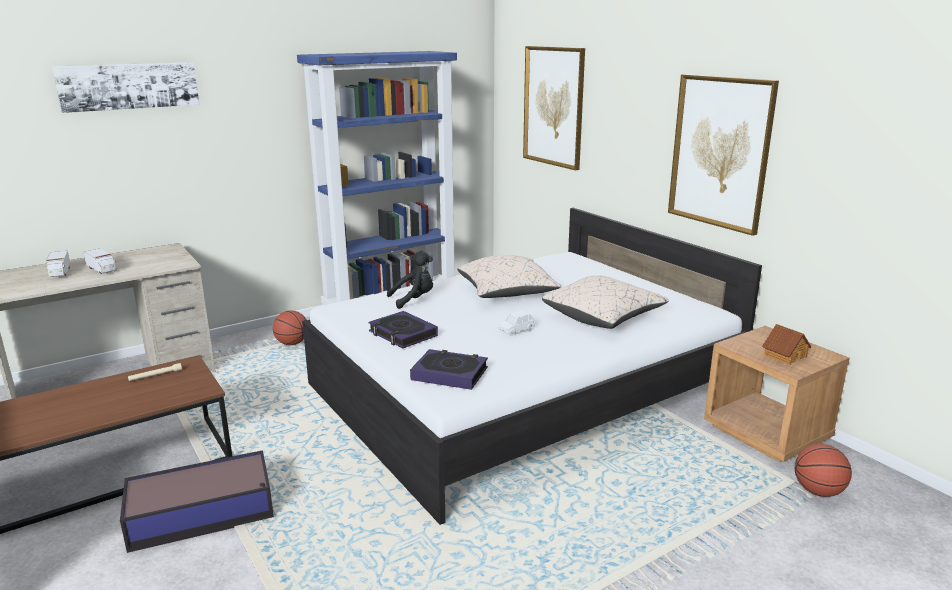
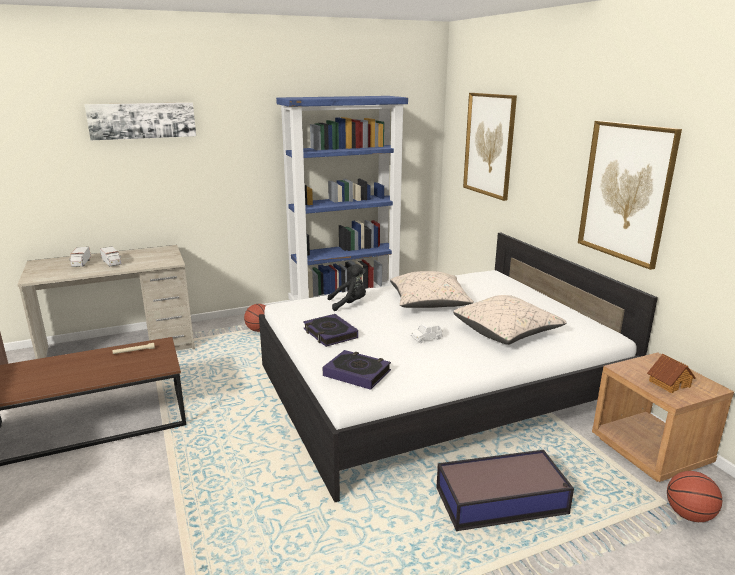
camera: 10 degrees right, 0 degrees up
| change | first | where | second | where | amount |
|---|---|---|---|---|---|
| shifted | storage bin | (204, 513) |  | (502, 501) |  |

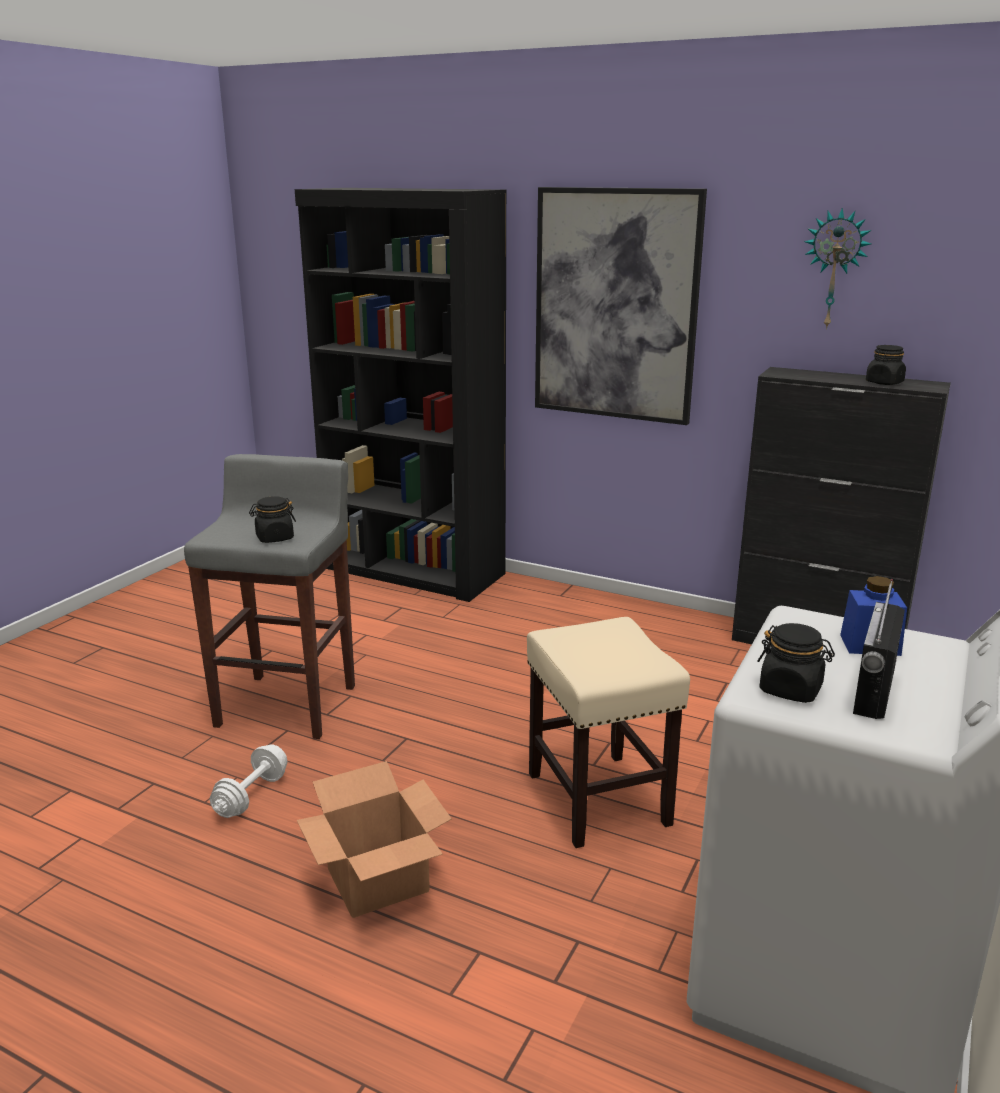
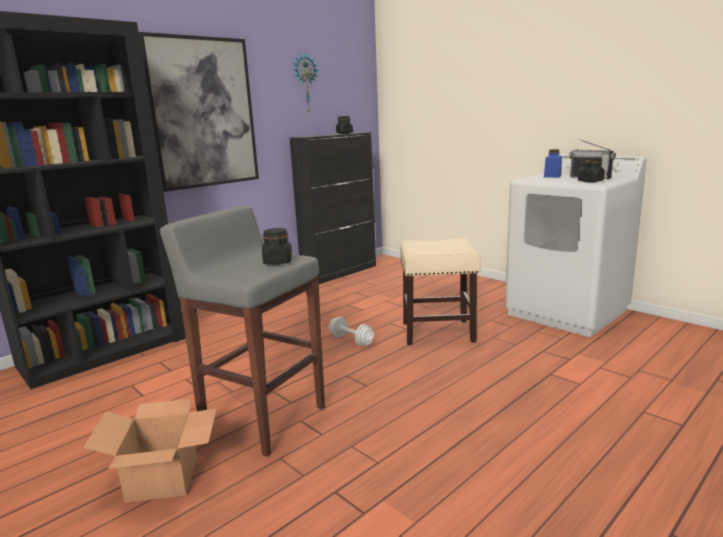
camera: 70 degrees left, 5 degrees down
| change | first | where | second | where | amount |
|---|---|---|---|---|---|
| shifted | white-coloured hand weight | (251, 796) |  | (351, 340) |  |
| shifted | packing box | (379, 879) |  | (162, 477) |  |

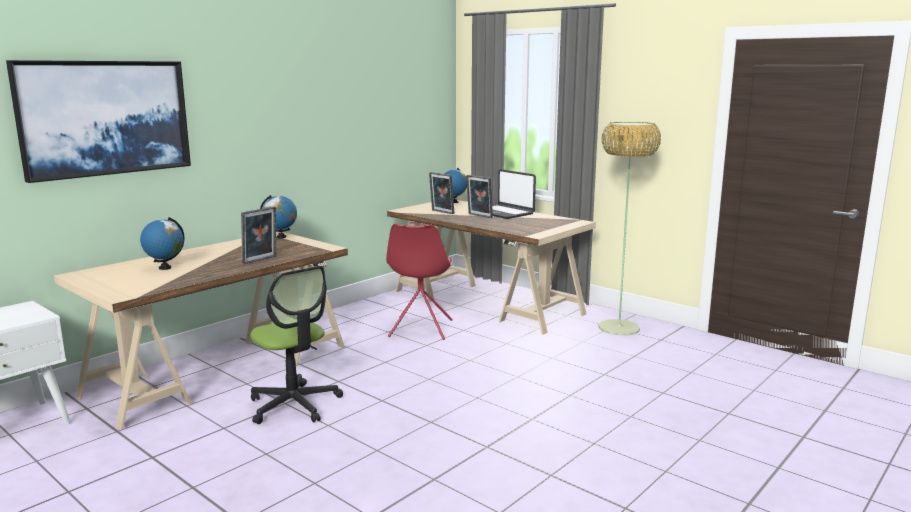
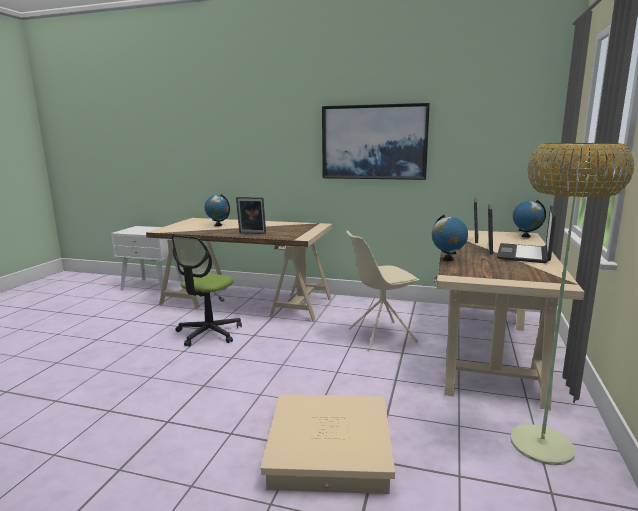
camera: 65 degrees right, 0 degrees up
| change | first | where | second | where | amount |
|---|---|---|---|---|---|
| new |  |  | beige-coloured storage bin | (330, 450) |  |
| shifted | wall picture | (105, 118) |  | (374, 142) |  |
| shifted | desk globe | (281, 237) |  | (447, 259) |  |
| repainted | reddish plain chair | (420, 329) | beige-coloured plain chair | (380, 335) |  |

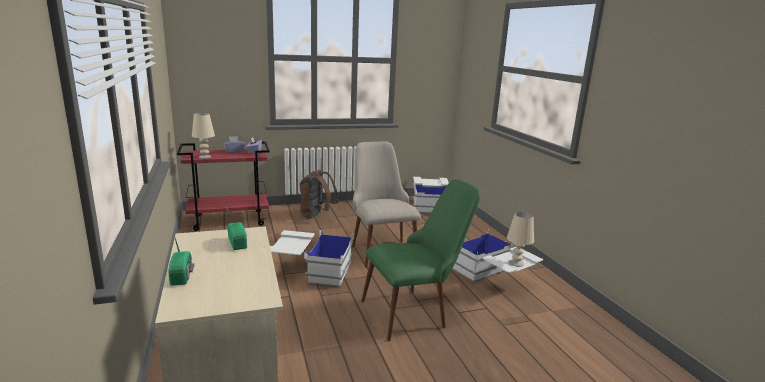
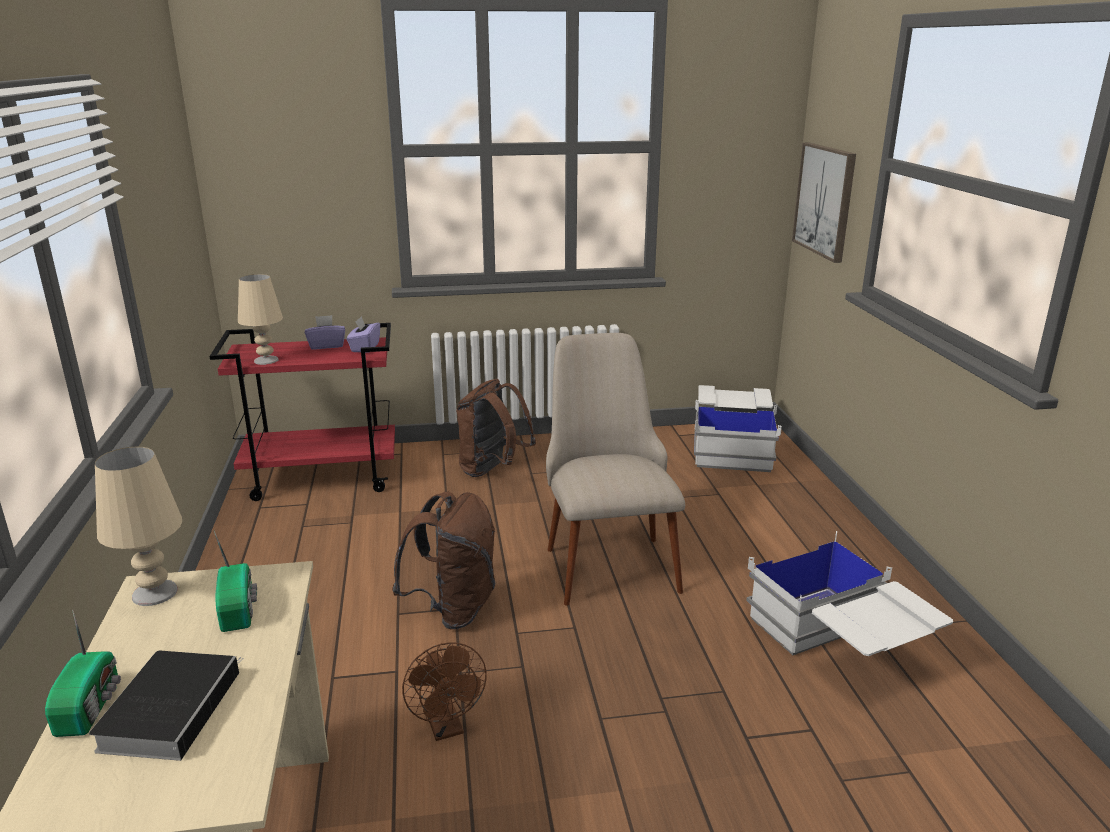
camera: 10 degrees right, 5 degrees up
| change | first | where | second | where | amount |
|---|---|---|---|---|---|
| gone | greenish plain chair | (415, 311) |  |  |  |
| new |  |  | volume | (171, 707) |  |
| new |  |  | brownish electric fan | (446, 727) |  |
| new |  |  | wall picture | (825, 200) |  |
| shifted | beige-coloured lamp for a table | (516, 263) |  | (154, 593) |  |
| swapped | white-coloured storage bin | (311, 271) | brownish knapsack | (453, 609) |  |

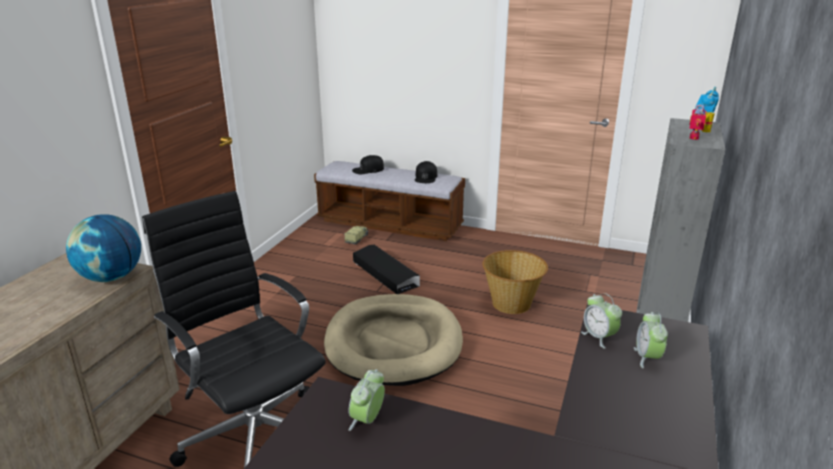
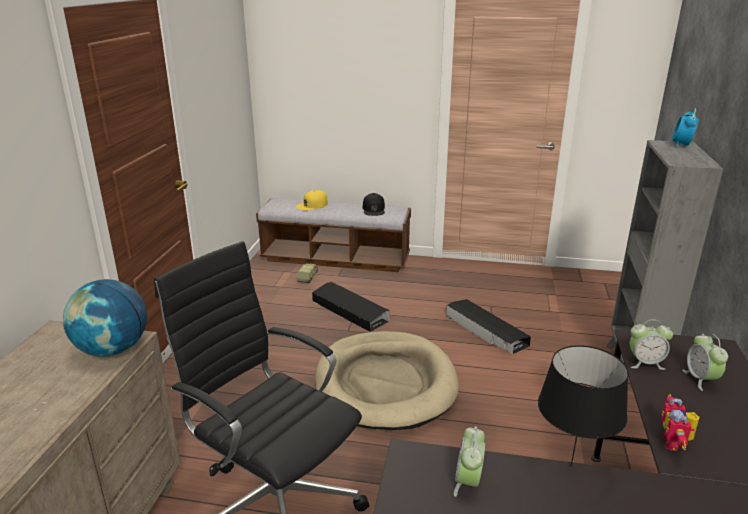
camera: 10 degrees left, 0 degrees up
| change | first | where | second | where | amount |
|---|---|---|---|---|---|
| new |  |  | black-coloured lamp for a table | (571, 466) |  |
| shifted | robot figure | (698, 137) |  | (675, 443) |  |
| swapped | household basket | (512, 304) | black-coloured storage bin | (486, 331) |  |
| repainted | black-coloured baseball cap | (368, 169) | yellow baseball cap | (312, 205) |  |
| rotated | table clock | (599, 337) |  | (645, 363) | 45 degrees counterclockwise |

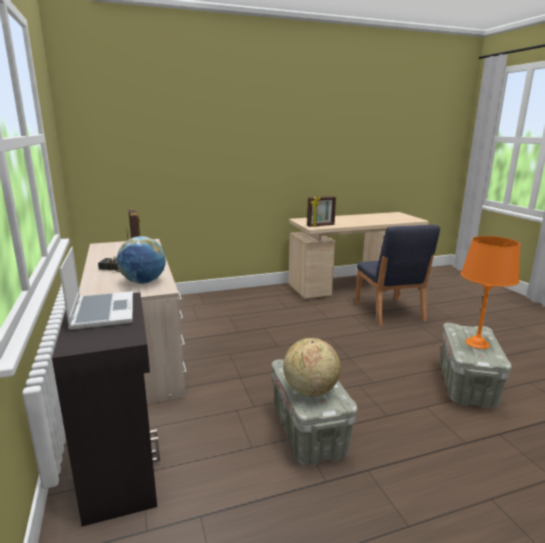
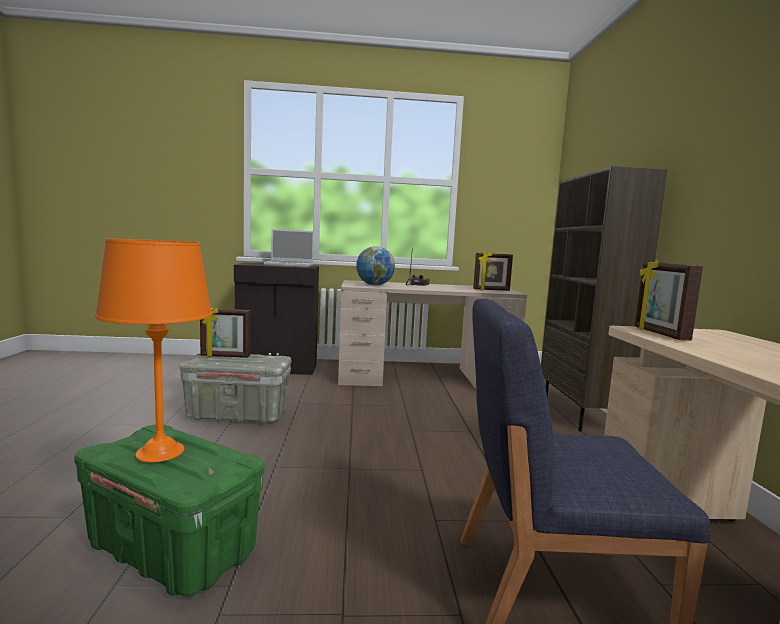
camera: 105 degrees right, 10 degrees down
| change | first | where | second | where | amount |
|---|---|---|---|---|---|
| new |  |  | brownish bookcase | (580, 415) |  |
| swapped | desk globe | (310, 390) | photo frame | (225, 356) |  |
| repainted | greyish storage bin | (467, 386) | greenish storage bin | (170, 549) |  |

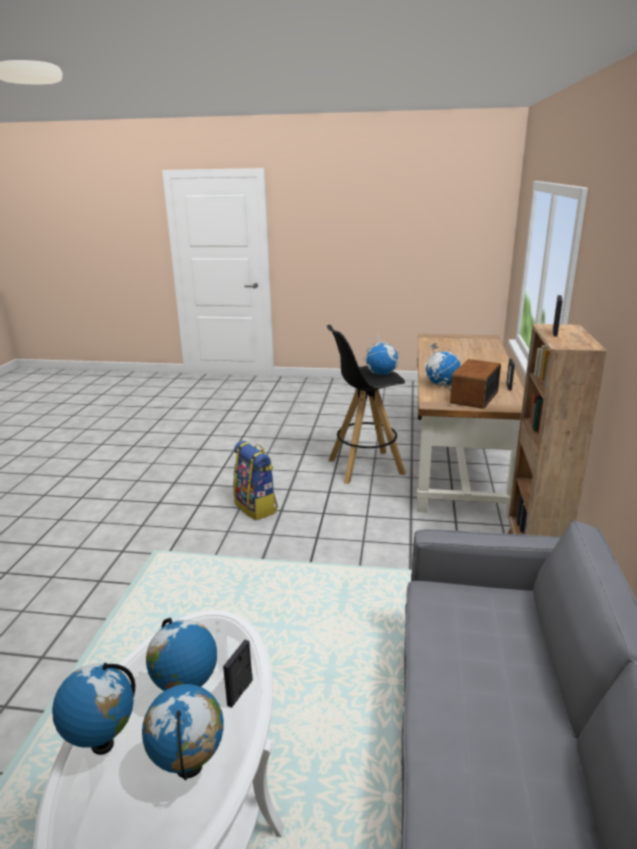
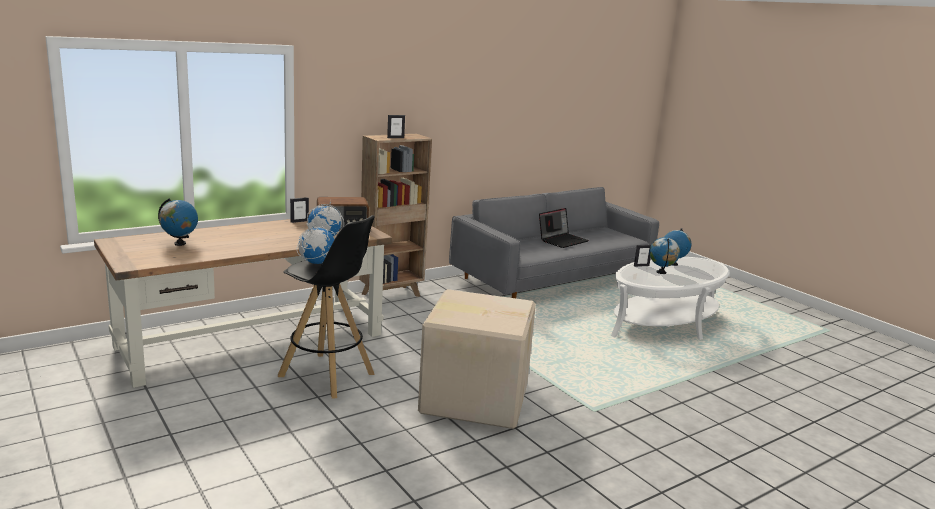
camera: 135 degrees left, 5 degrees down
| change | first | where | second | where | amount |
|---|---|---|---|---|---|
| new |  |  | notebook computer | (562, 240) |  |
| shifted | desk globe | (102, 744) |  | (180, 244) |  |
| swapped | knapsack | (256, 507) | packing box | (473, 397) |  |

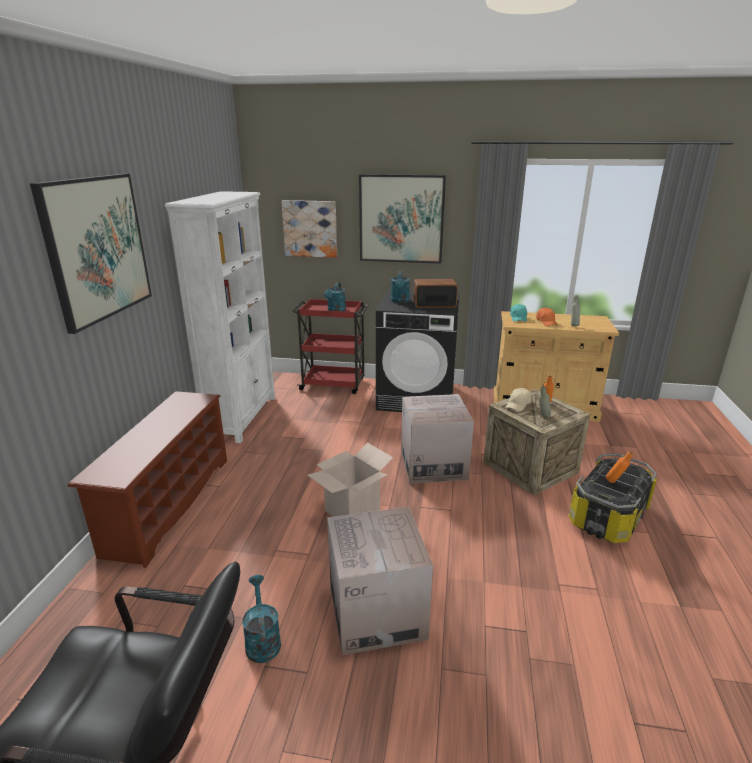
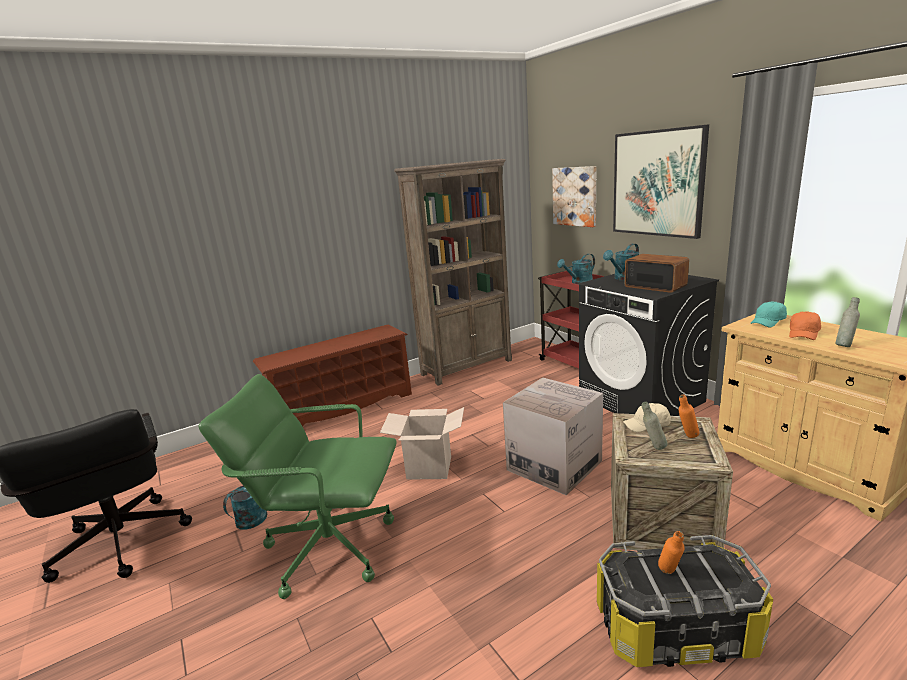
camera: 50 degrees right, 5 degrees down
| change | first | where | second | where | amount |
|---|---|---|---|---|---|
| gone | wall picture | (97, 248) |  |  |  |
| swapped | packing box | (376, 612) | greenish desk chair | (328, 546) |  |
| repainted | white-coloured bookcase | (242, 417) | brownish bookcase | (467, 367) |  |

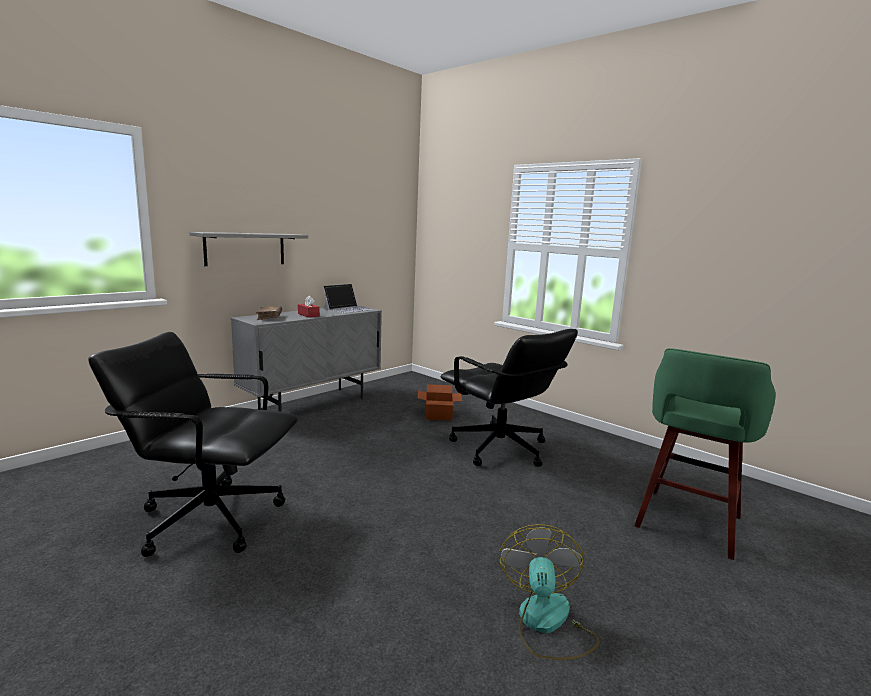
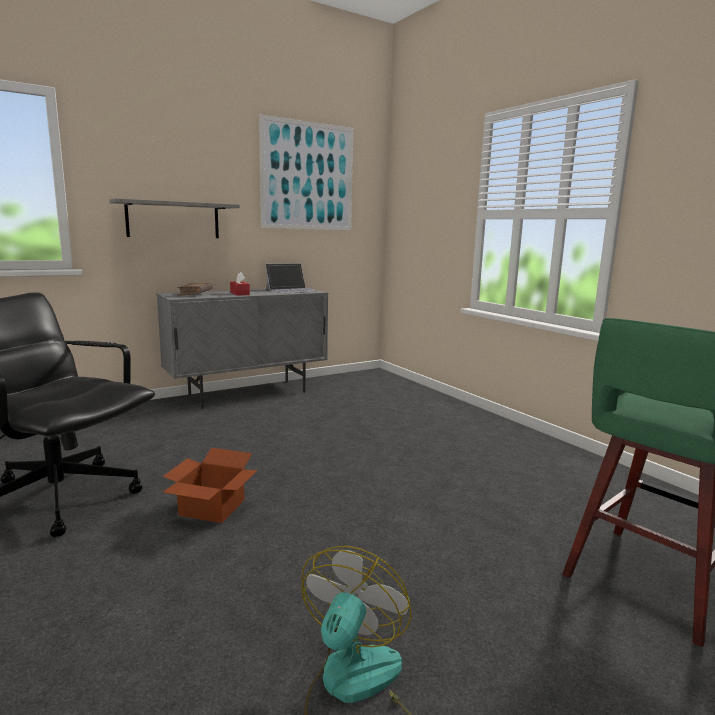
camera: 15 degrees right, 0 degrees up
| change | first | where | second | where | amount |
|---|---|---|---|---|---|
| gone | black-coloured desk chair | (500, 449) |  |  |  |
| new |  |  | wall picture | (308, 176) |  |
| shifted | packing box | (438, 415) |  | (210, 508) |  |

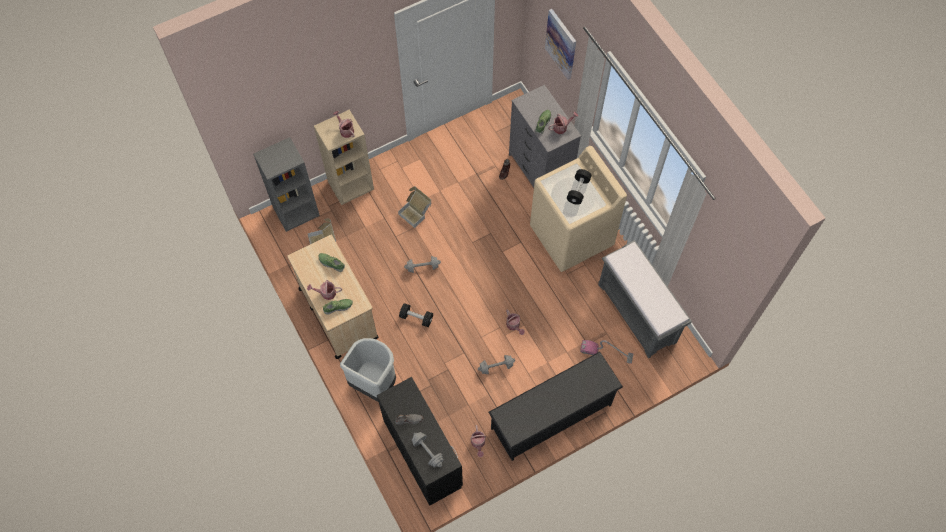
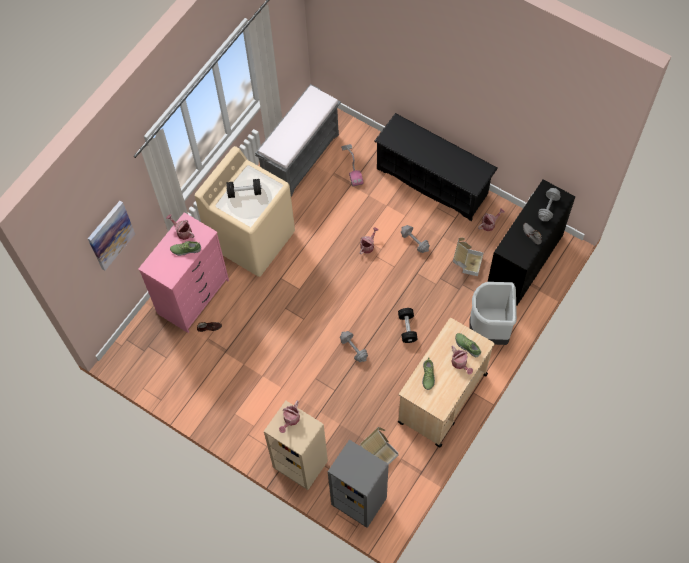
camera: 115 degrees left, 0 degrees up
| change | first | where | second | where | amount |
|---|---|---|---|---|---|
| shifted | packing box | (416, 212) |  | (466, 262) |  |
| repainted | greyish drawer chest | (539, 171) | pink drawer chest | (193, 297) |  |

